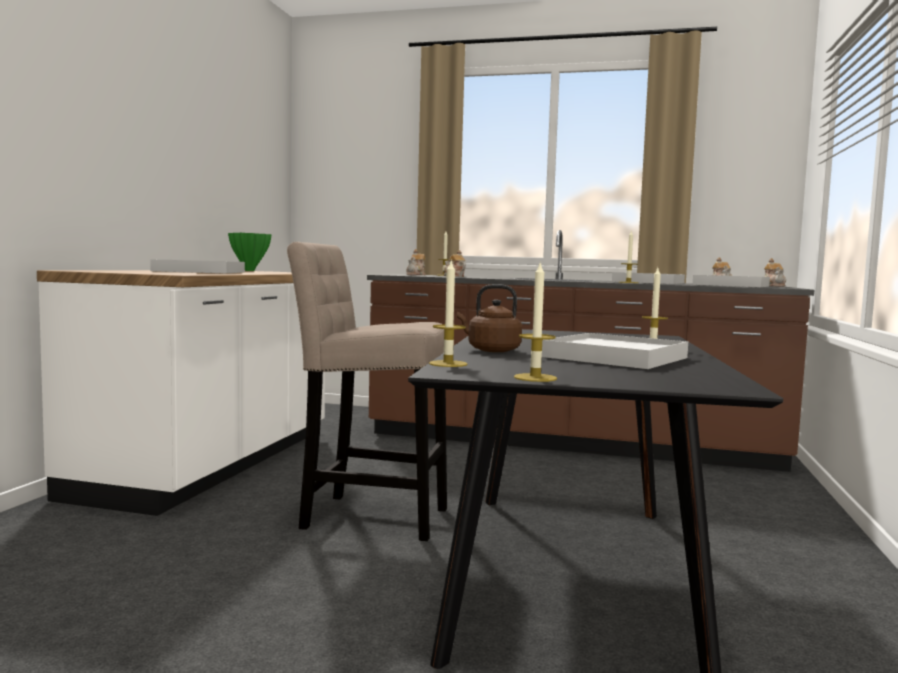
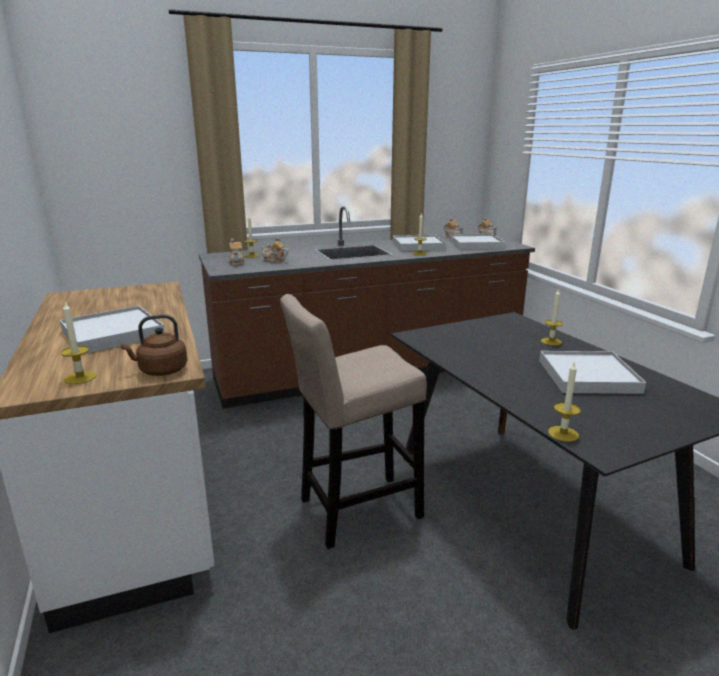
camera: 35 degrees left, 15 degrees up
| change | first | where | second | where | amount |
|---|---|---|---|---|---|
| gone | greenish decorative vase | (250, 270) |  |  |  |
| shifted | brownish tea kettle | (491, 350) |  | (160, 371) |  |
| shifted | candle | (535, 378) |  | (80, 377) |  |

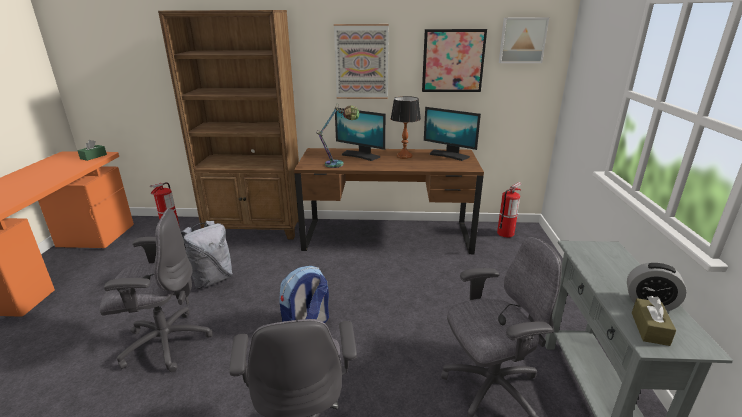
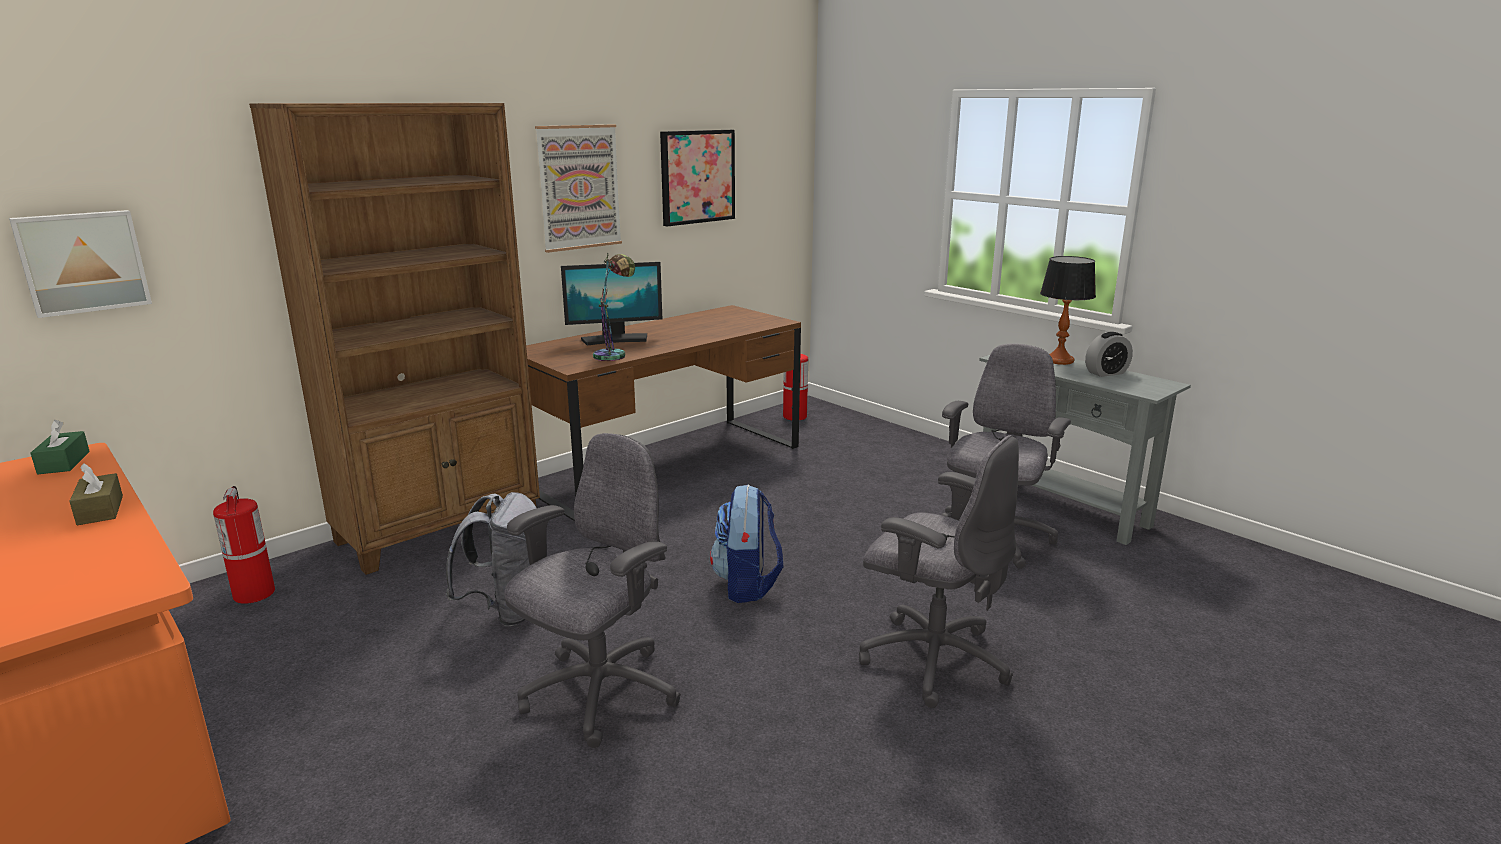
camera: 45 degrees left, 5 degrees down
| change | first | where | second | where | amount |
|---|---|---|---|---|---|
| gone | monitor | (449, 155) |  |  |  |
| shifted | lamp for a table | (404, 156) |  | (1059, 360) |  |
| shifted | wall picture | (522, 40) |  | (83, 262) |  |
| shifted | brownish tissue holder | (649, 328) |  | (100, 510) |  |

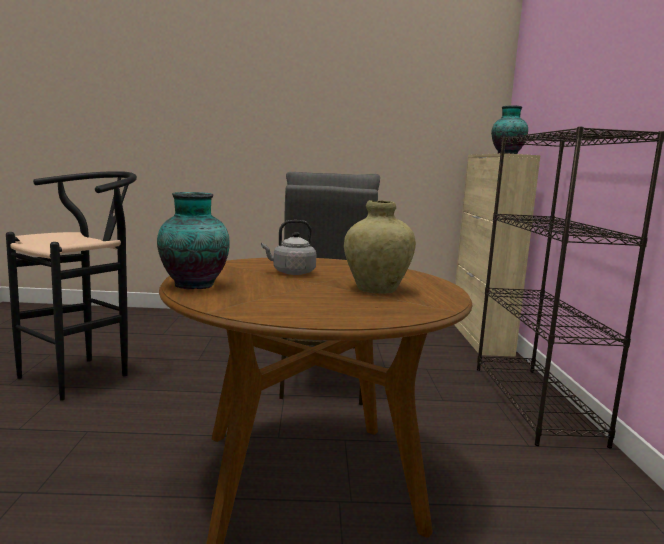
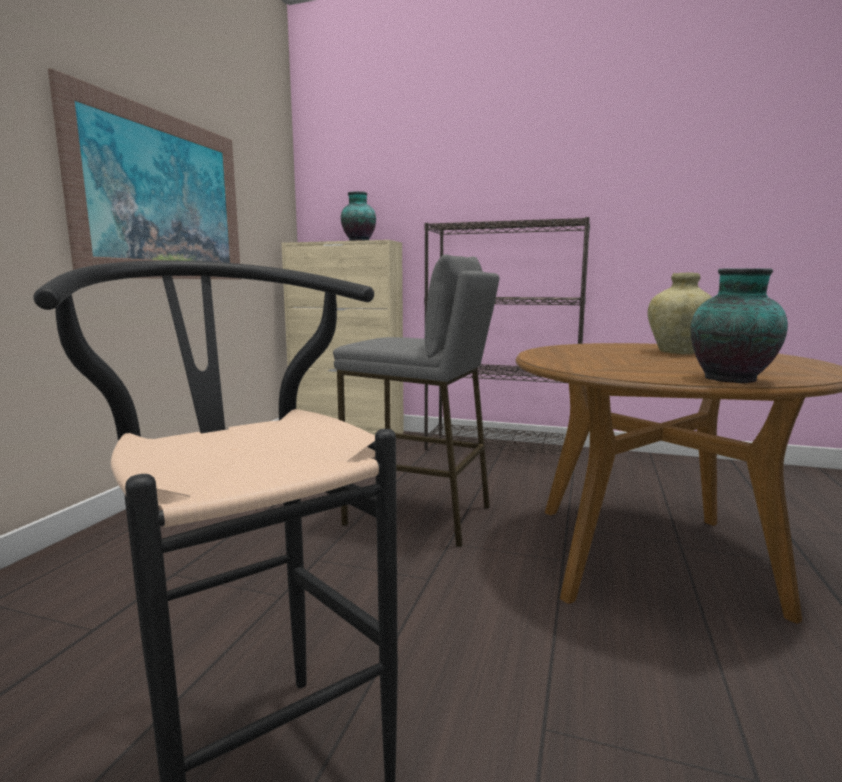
camera: 70 degrees left, 0 degrees up
| change | first | where | second | where | amount |
|---|---|---|---|---|---|
| gone | greyish tea kettle | (291, 272) |  |  |  |
| new |  |  | wall picture | (164, 197) |  |

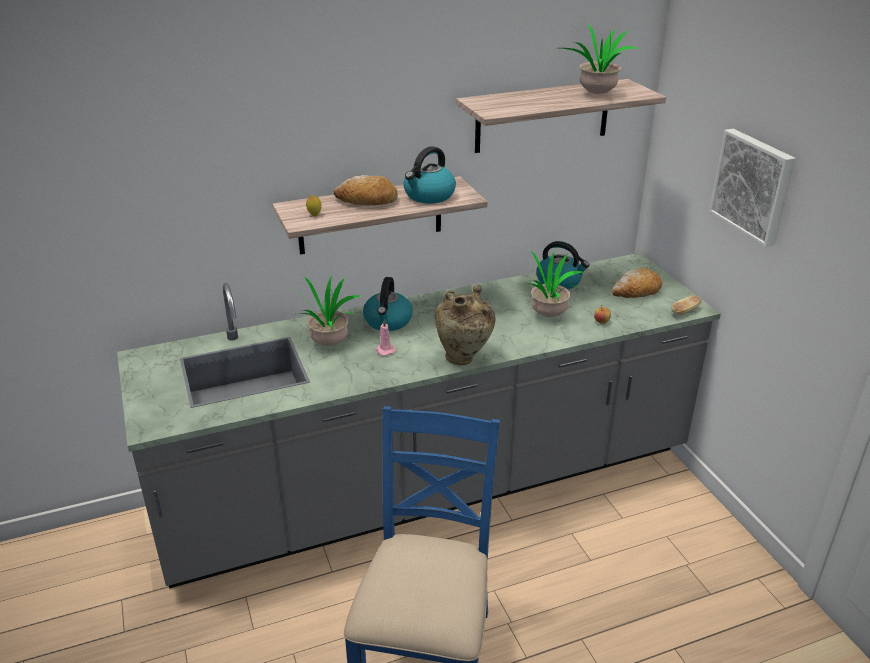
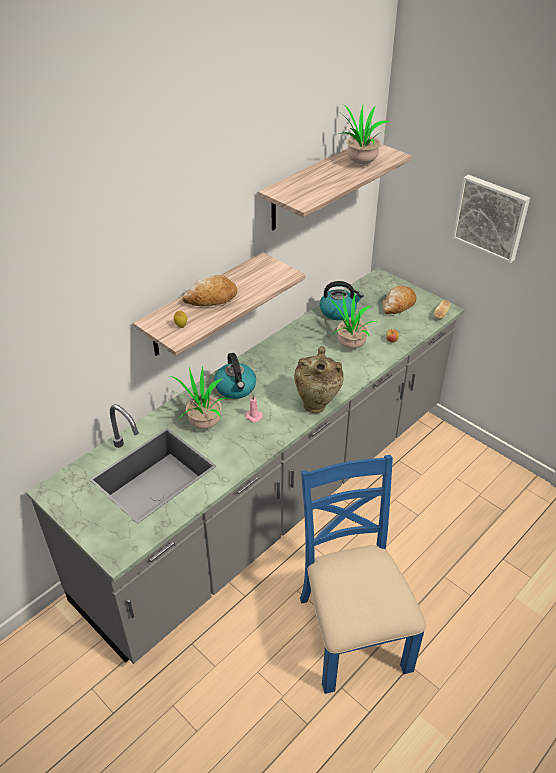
camera: 25 degrees left, 10 degrees up
| change | first | where | second | where | amount |
|---|---|---|---|---|---|
| gone | tea kettle | (429, 196) |  |  |  |

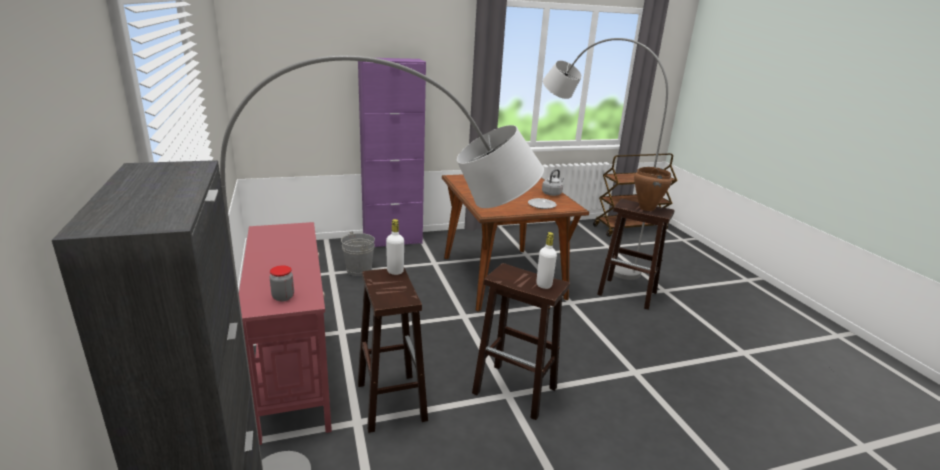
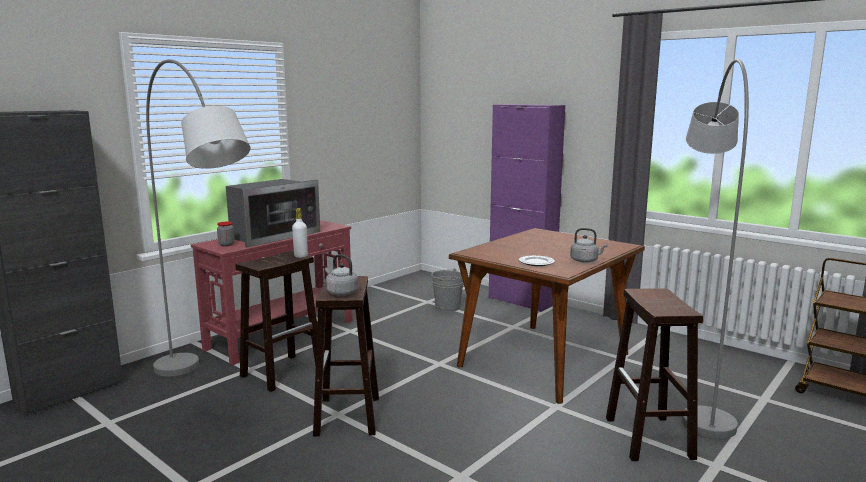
camera: 60 degrees right, 10 degrees down
| change | first | where | second | where | amount |
|---|---|---|---|---|---|
| gone | brownish stockpot | (646, 208) |  |  |  |
| new |  |  | microwave | (272, 235) |  |
| swapped | white-coloured drink bottle | (544, 285) | greyish tea kettle | (341, 292) |  |

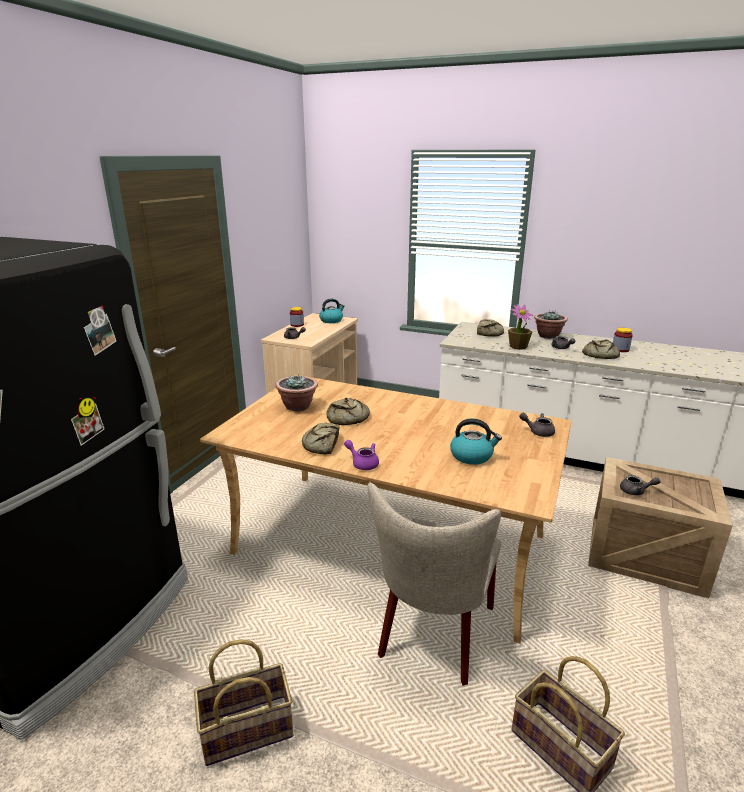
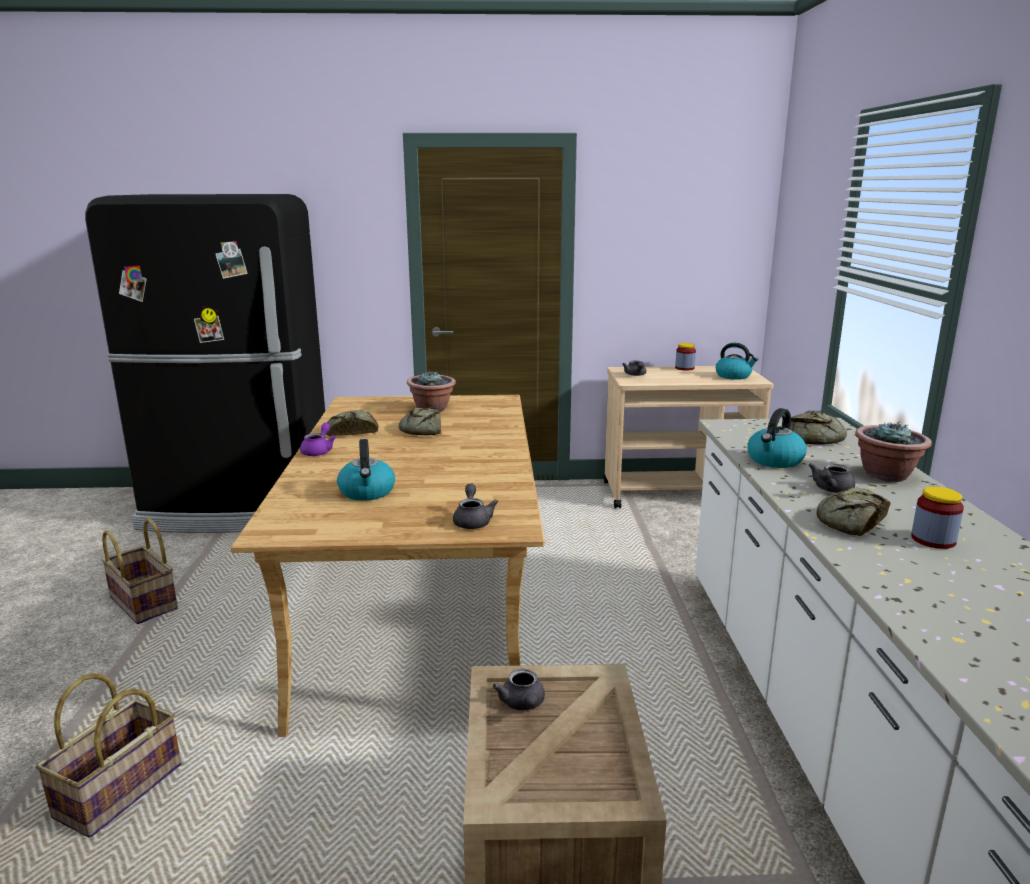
camera: 65 degrees right, 5 degrees down
| change | first | where | second | where | amount |
|---|---|---|---|---|---|
| gone | beige-coloured plain chair | (433, 636) |  |  |  |
| swapped | plant in a pot | (518, 346) | tea kettle | (775, 461) |  |

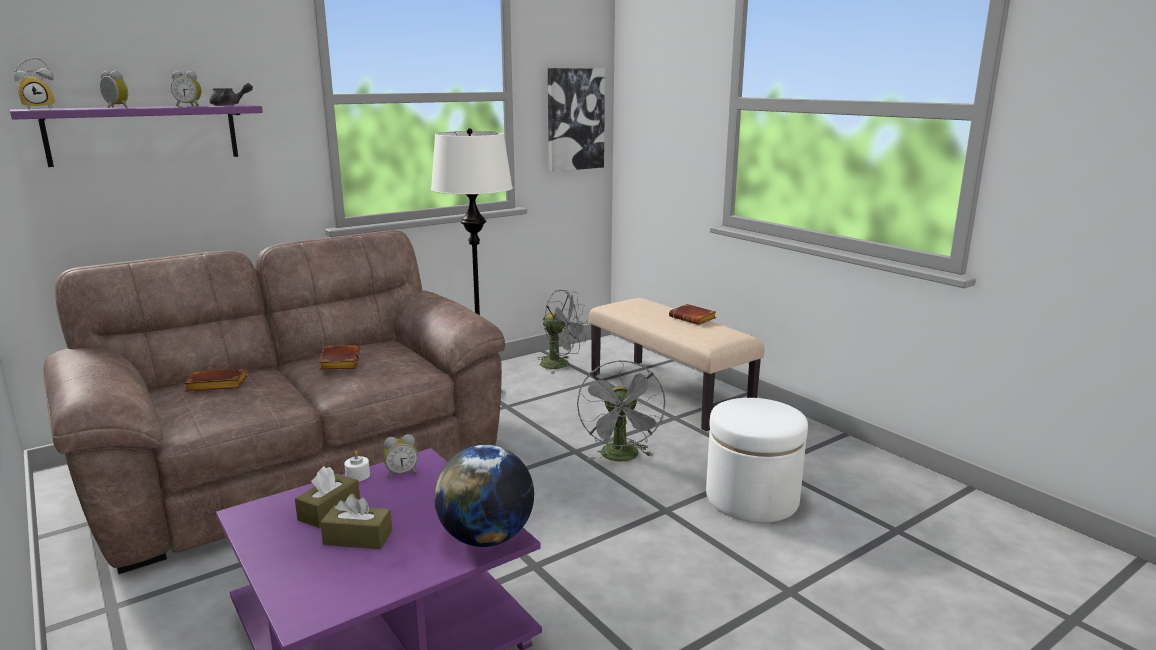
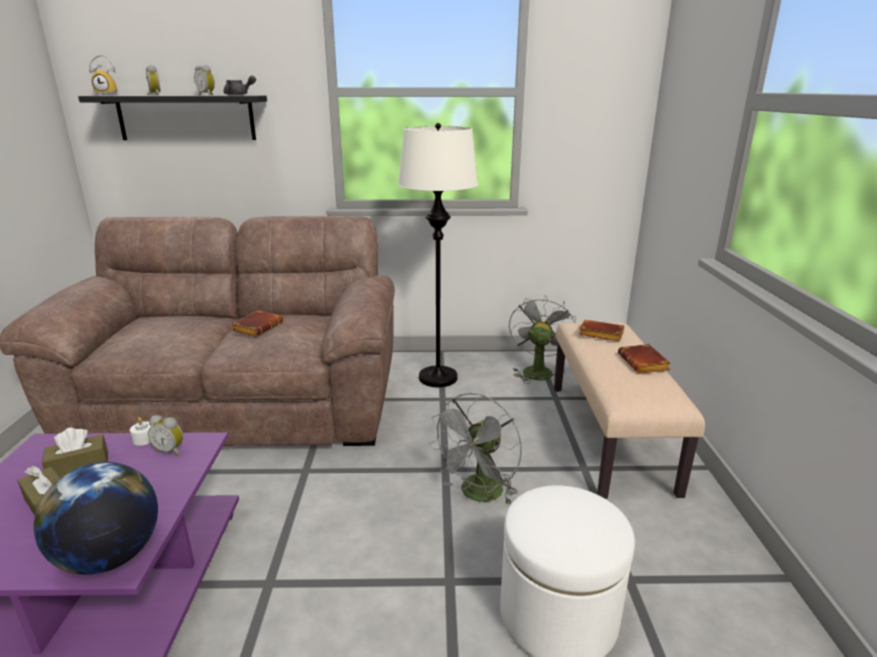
camera: 35 degrees right, 5 degrees up
| change | first | where | second | where | amount |
|---|---|---|---|---|---|
| gone | wall picture | (575, 119) |  |  |  |
| shifted | brownish volume | (215, 386) |  | (599, 335) |  |
| repainted | purple wall shelf | (144, 134) | black-coloured wall shelf | (186, 118) |  |
| rotated | greyish electric fan | (561, 365) |  | (537, 370) | 135 degrees counterclockwise |

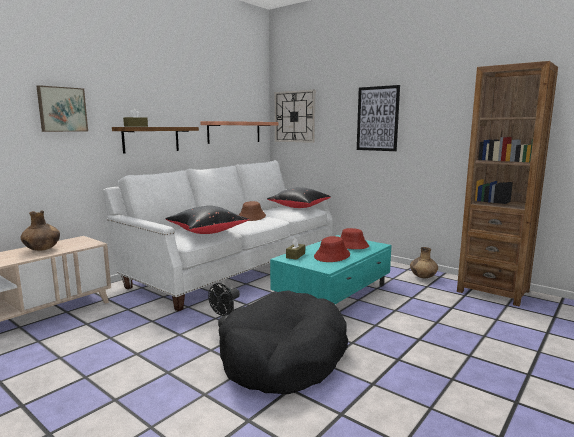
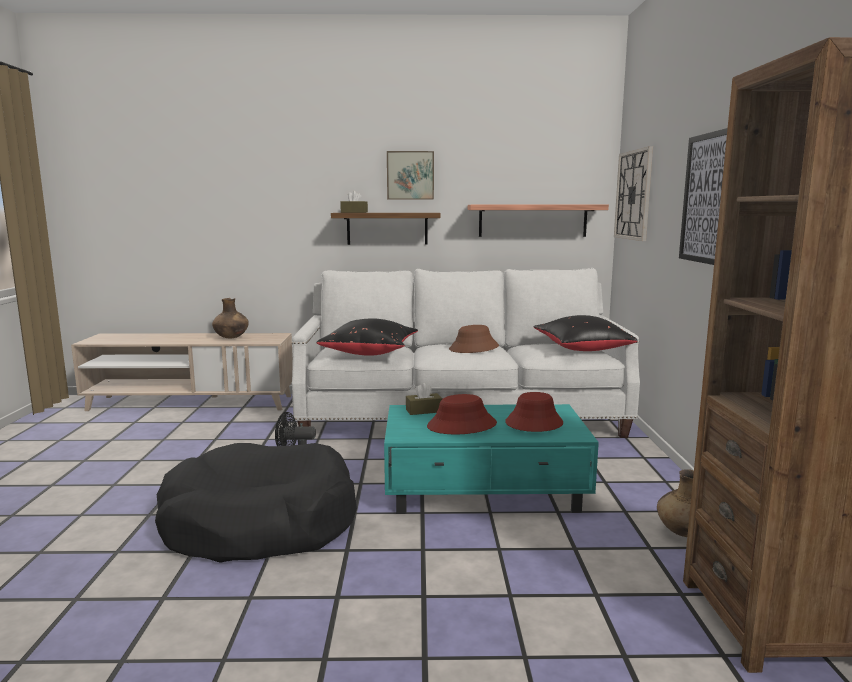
camera: 50 degrees right, 0 degrees up
| change | first | where | second | where | amount |
|---|---|---|---|---|---|
| shifted | wall picture | (62, 109) |  | (410, 175) |  |

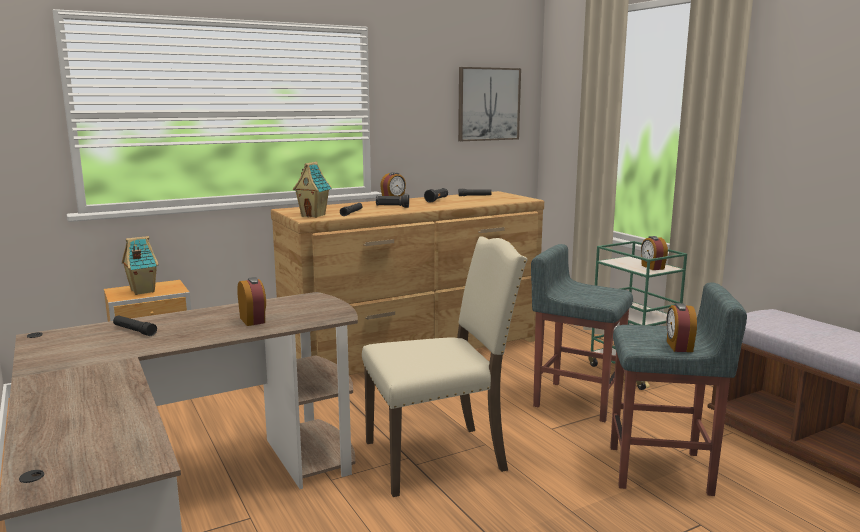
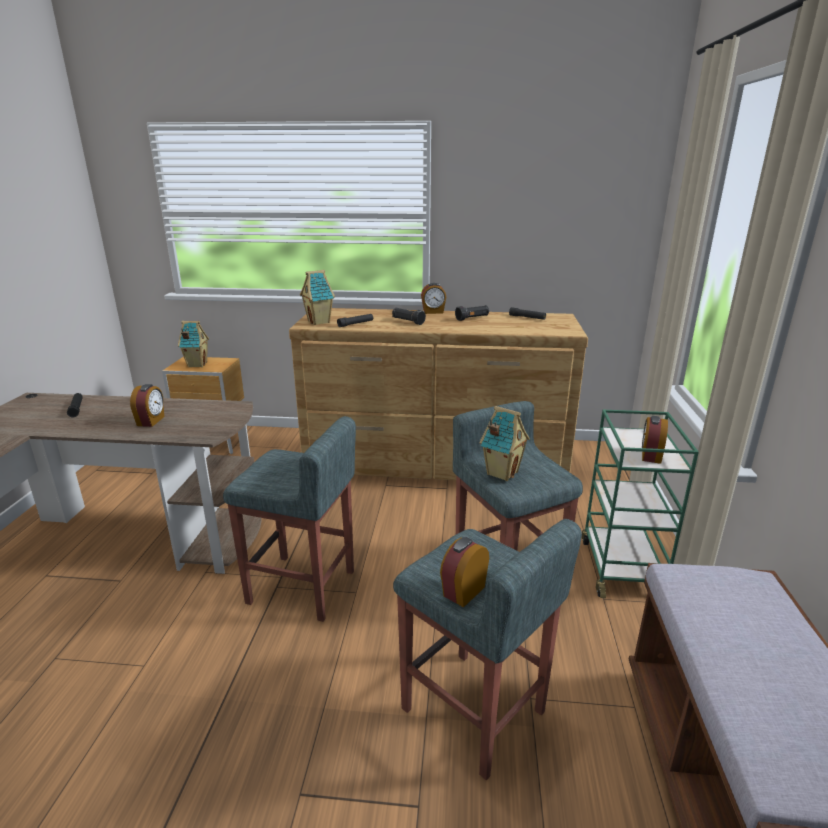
camera: 35 degrees right, 10 degrees up
| change | first | where | second | where | amount |
|---|---|---|---|---|---|
| gone | wall picture | (488, 104) |  |  |  |
| new |  |  | miniature house | (501, 473) |  |
| swapped | beige-coloured plain chair | (439, 457) | greyish stool seat | (303, 587) |  |

